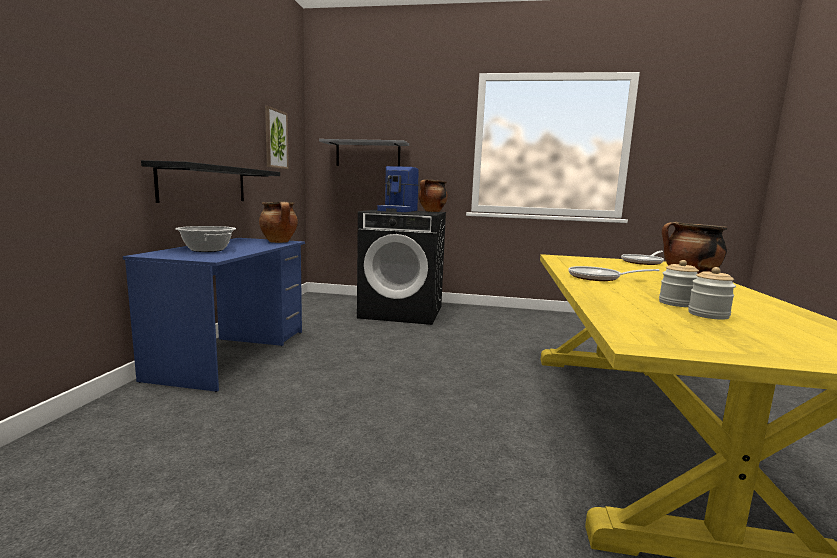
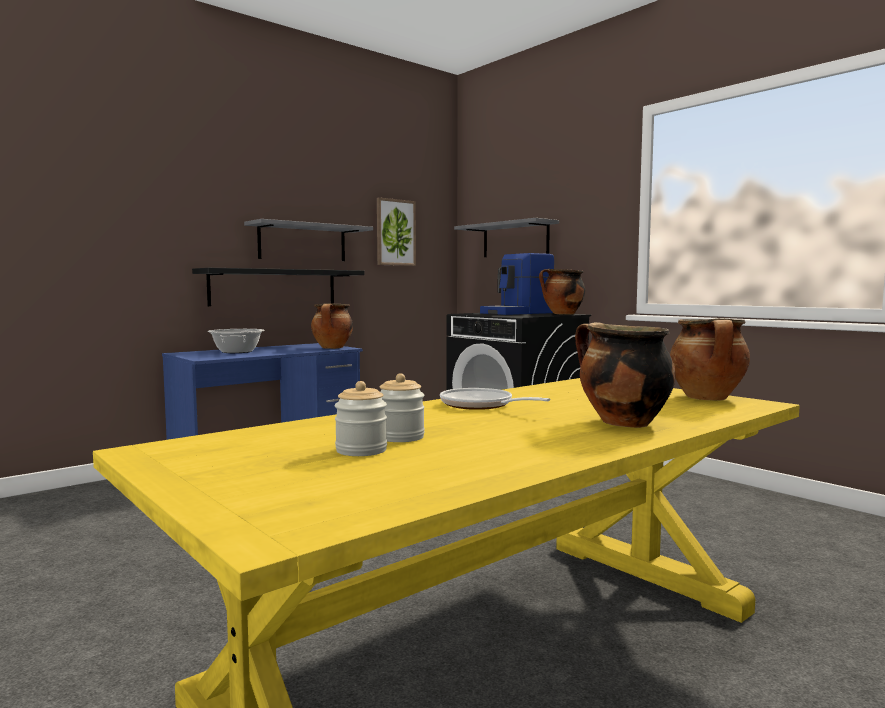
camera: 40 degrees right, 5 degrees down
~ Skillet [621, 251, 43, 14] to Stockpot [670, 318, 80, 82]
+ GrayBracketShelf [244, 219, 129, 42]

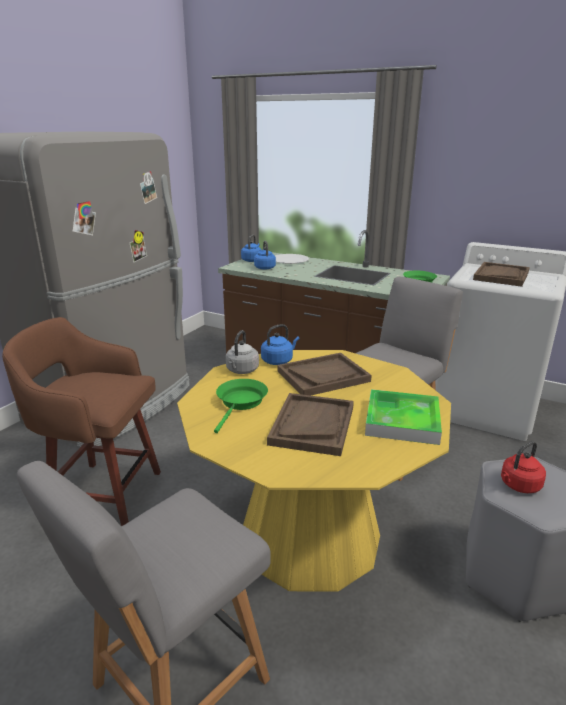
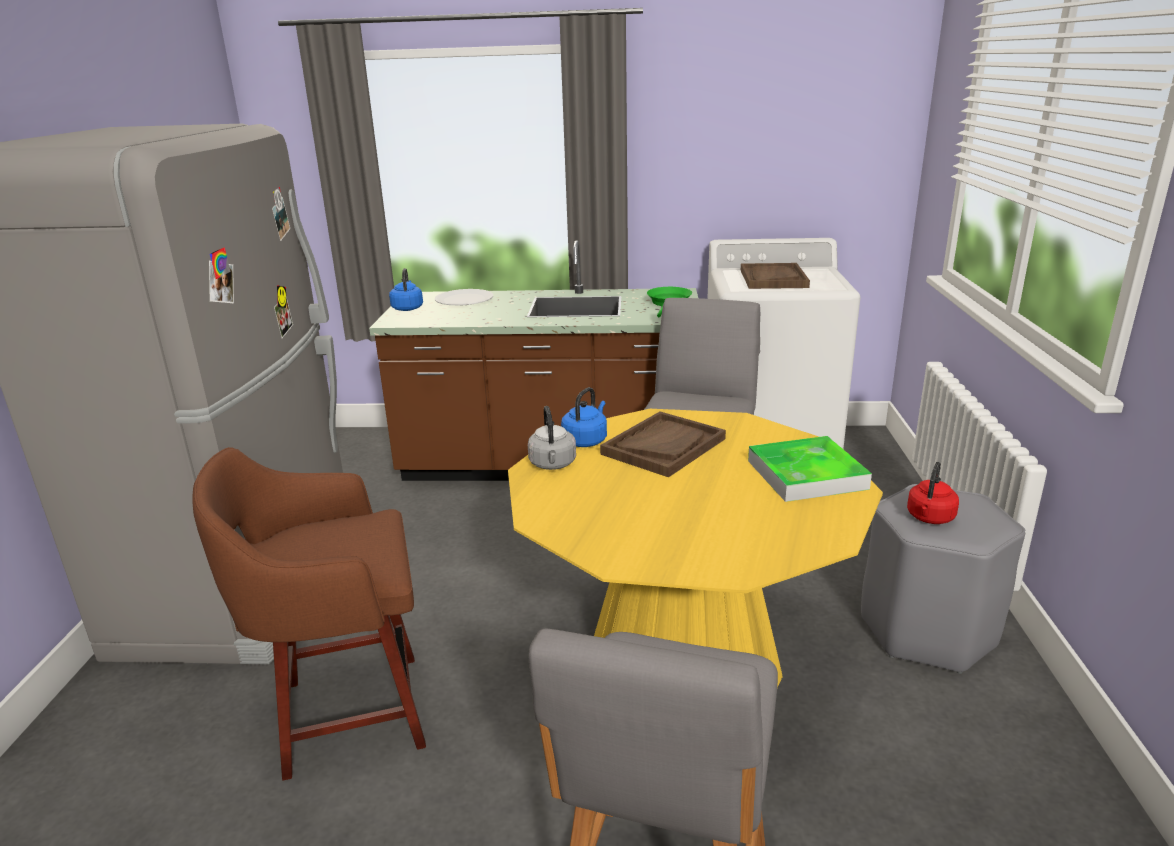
camera: 25 degrees left, 0 degrees up
- BlueTeaKettle [254, 241, 22, 29]
- GreenColouredSkillet [214, 379, 54, 54]
- BrownishTray [267, 393, 87, 63]

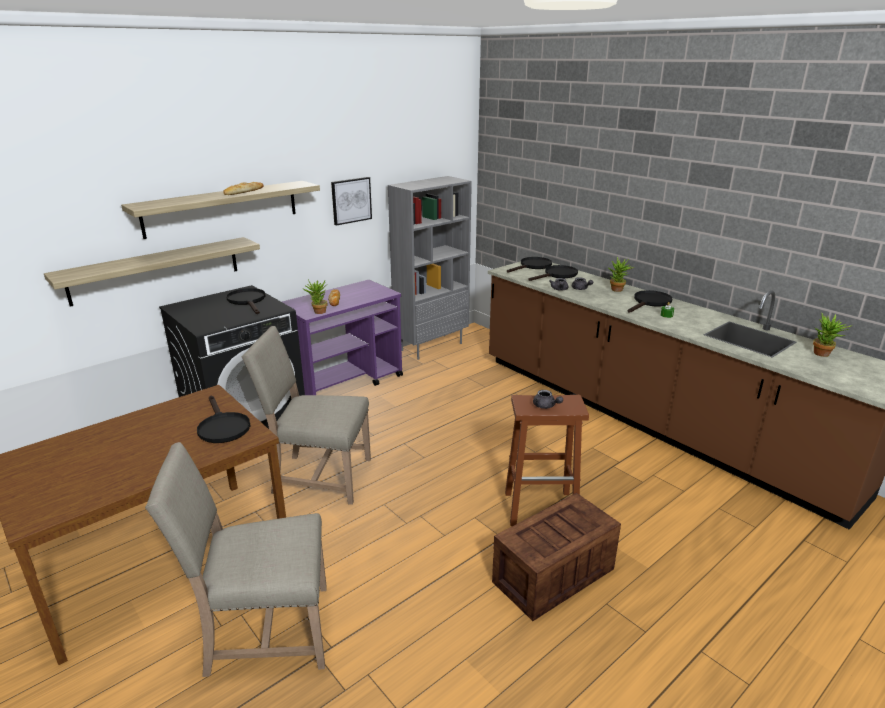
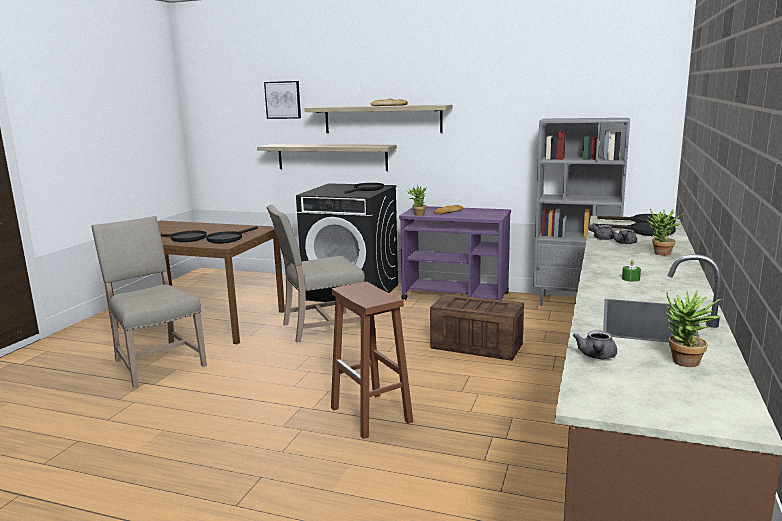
camera: 60 degrees right, 10 degrees down
~ Picture [331, 177, 41, 49] to [264, 81, 37, 38]
~ BlackSkillet [628, 290, 44, 23] to [161, 230, 46, 12]
~ BeigePlainChair [242, 326, 129, 179] = [267, 205, 98, 138] 90 degrees counterclockwise
~ GrayTeapot [533, 390, 30, 19] to [573, 330, 44, 29]
~ ShippingCrate [492, 493, 129, 128] to [430, 294, 94, 67]

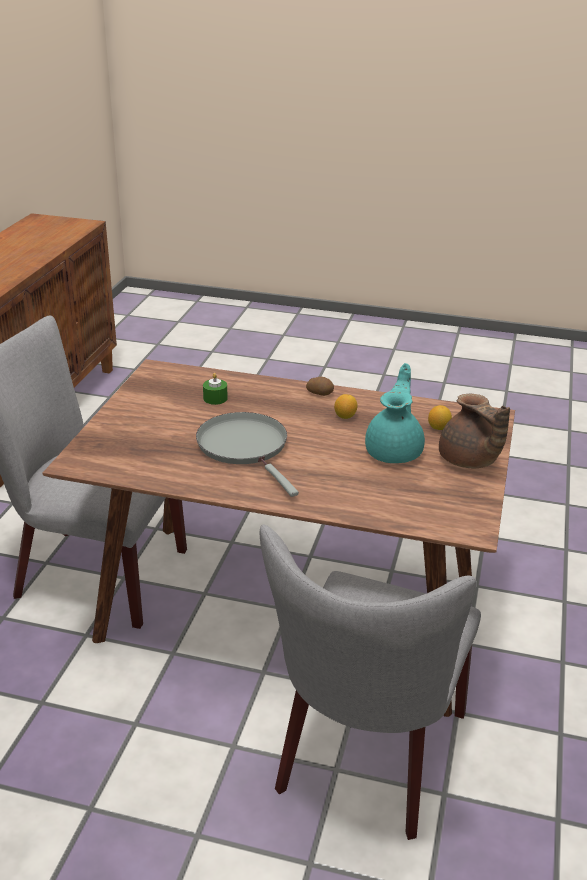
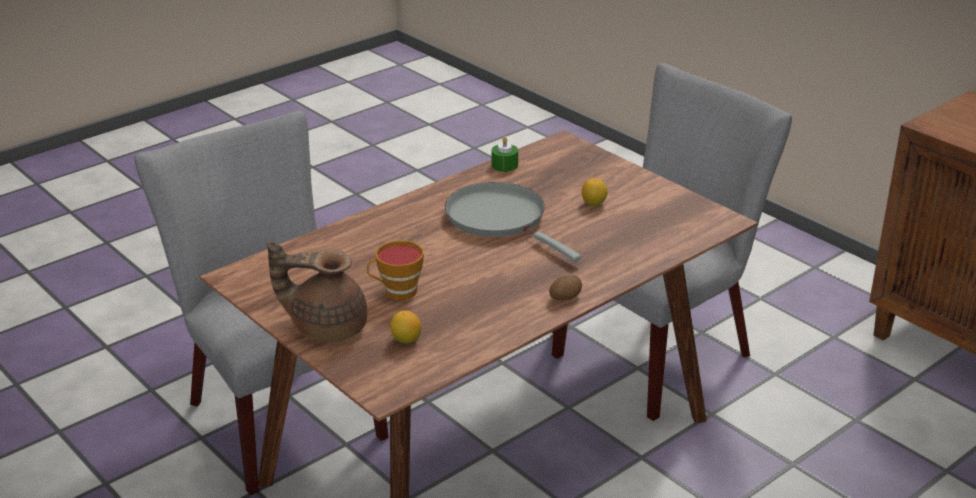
camera: 125 degrees right, 0 degrees up
~ BlueGreenTeapot [365, 363, 60, 100] to Cup [367, 240, 57, 60]
~ GreenColouredCandle [203, 373, 25, 32] to [491, 137, 27, 35]
~ Lemon [334, 394, 23, 25] to [582, 178, 26, 28]
~ GraySkillet [196, 412, 103, 85] = [445, 182, 136, 80] 135 degrees counterclockwise

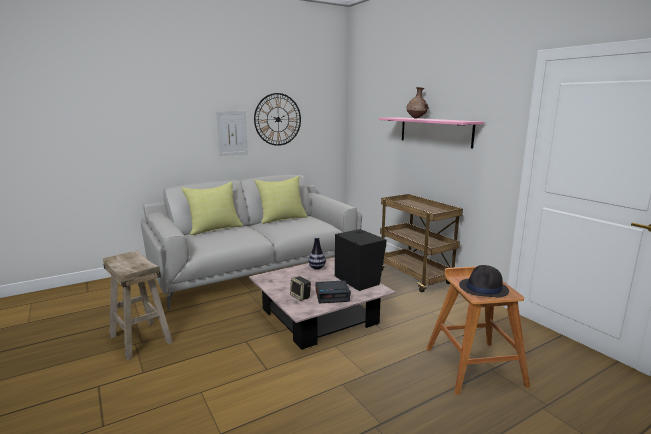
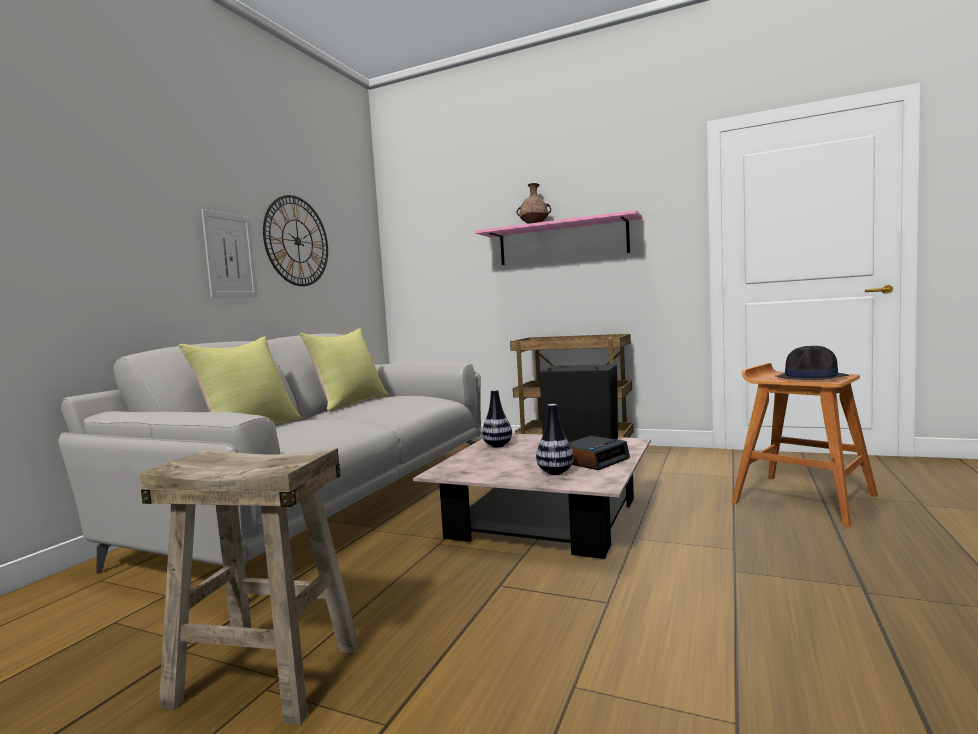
camera: 35 degrees left, 10 degrees down
~ Loudspeaker [290, 276, 21, 25] to FlowerVase [536, 404, 38, 71]

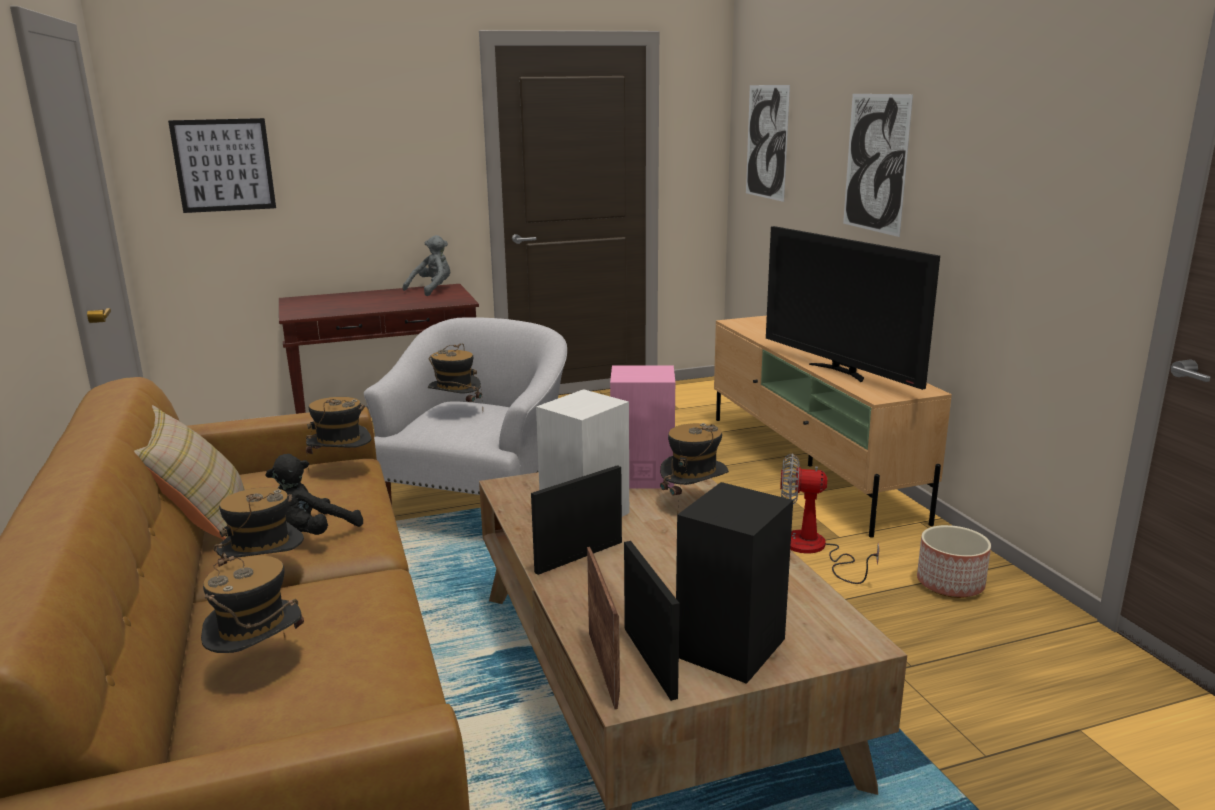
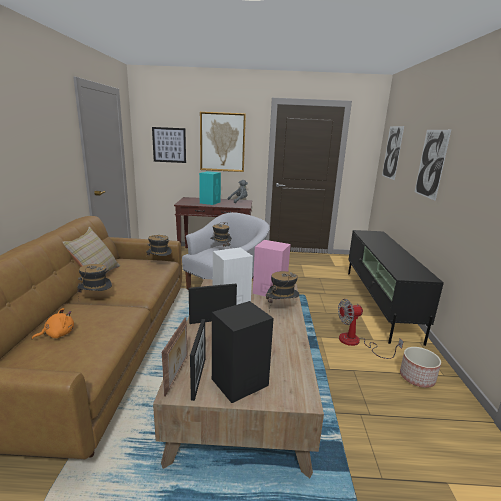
camera: 20 degrees right, 0 degrees up
- Tv [766, 226, 174, 164]
~ BeigeTvStand [714, 315, 238, 222] to BlackTvStand [348, 230, 96, 116]
~ CoolingFan [780, 453, 99, 131] = [338, 299, 65, 60] 45 degrees counterclockwise
- BlackSoftToy [265, 454, 98, 81]
~ WearableHat [201, 553, 103, 100] to OrangeySoftToy [32, 308, 42, 32]
+ Picture [200, 112, 46, 60]
+ BlueGreenLoudspeaker [199, 171, 22, 34]

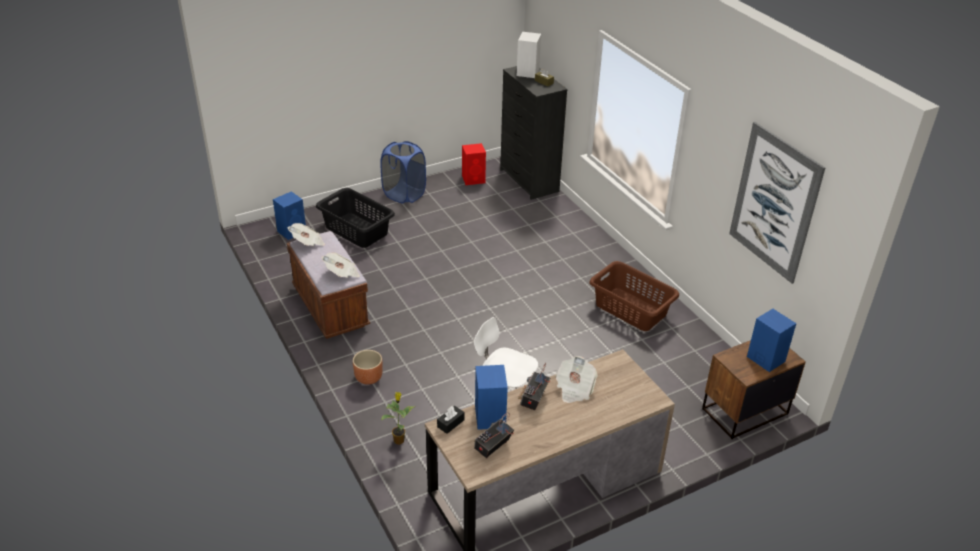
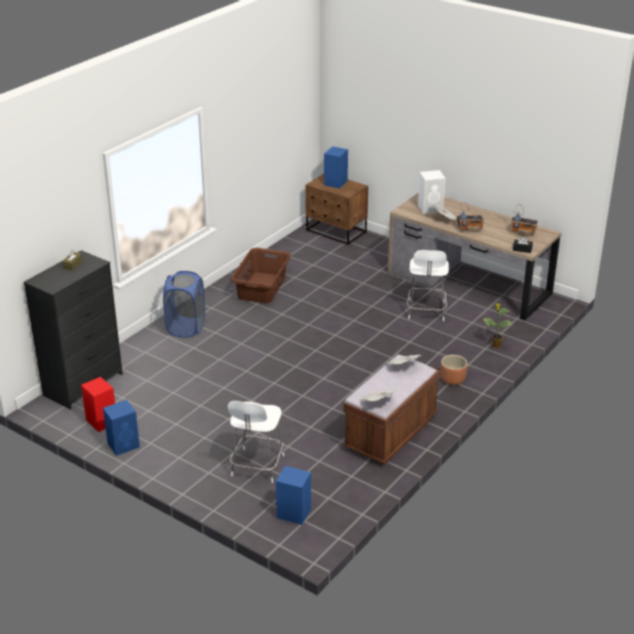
camera: 115 degrees left, 5 degrees down
~ WhiteColouredLoudspeaker [517, 32, 24, 46] to [418, 170, 27, 44]
- Picture [729, 122, 96, 162]
~ BlueWashingBasket [380, 141, 46, 62] to [163, 271, 42, 67]
~ BlackWashingBasket [316, 188, 79, 60] to WhiteColouredStoolSeat [228, 401, 56, 82]
~ BlueLoudspeaker [475, 365, 33, 65] to [103, 400, 37, 56]

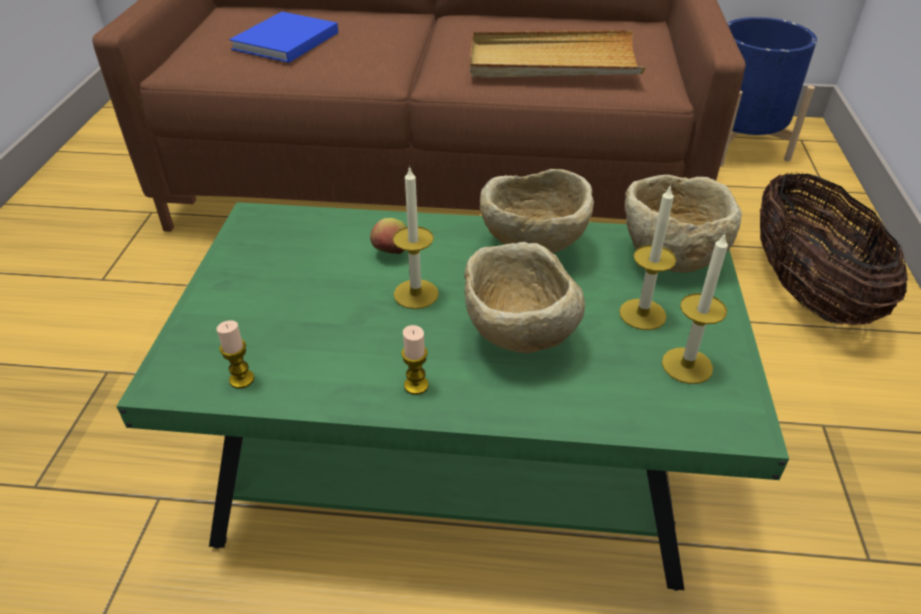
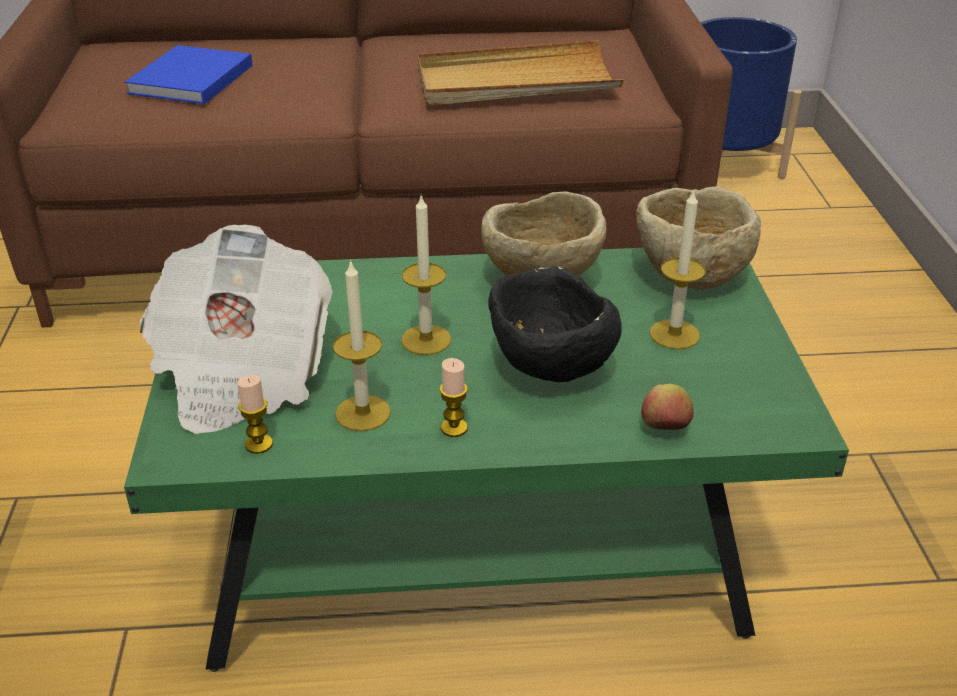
camera: 10 degrees left, 5 degrees down
- HouseholdBasket [760, 172, 148, 153]
~ WholeApple [370, 218, 36, 36] to [641, 384, 53, 46]
~ Candle [662, 233, 66, 151] to [333, 259, 58, 172]
~ BeigeBowl [464, 242, 121, 111] to BlackBowl [488, 267, 134, 115]
+ PrintedPaper [140, 224, 193, 210]

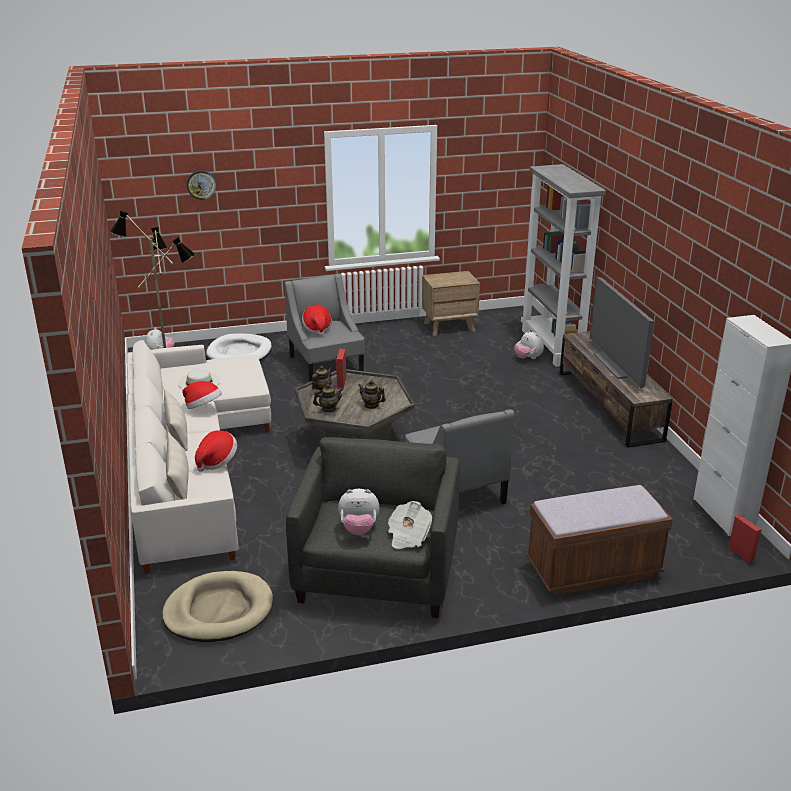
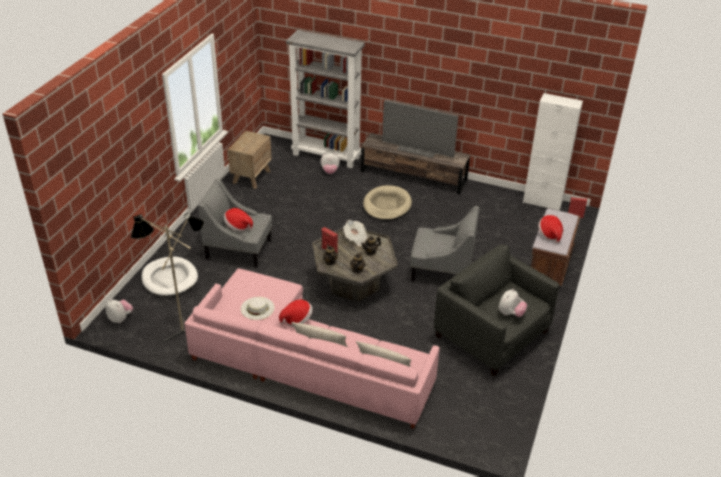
camera: 55 degrees left, 10 degrees up
- HangingClock [187, 171, 29, 29]
~ WhiteColouredCouch [127, 340, 144, 234] to PinkColouredCouch [184, 269, 256, 160]
~ WearableHat [195, 430, 42, 42] to [538, 215, 25, 29]
~ PrintedPaper [388, 501, 44, 48] to [343, 220, 25, 26]
~ BeigeDogCushion [162, 571, 111, 71] to [363, 185, 49, 36]

